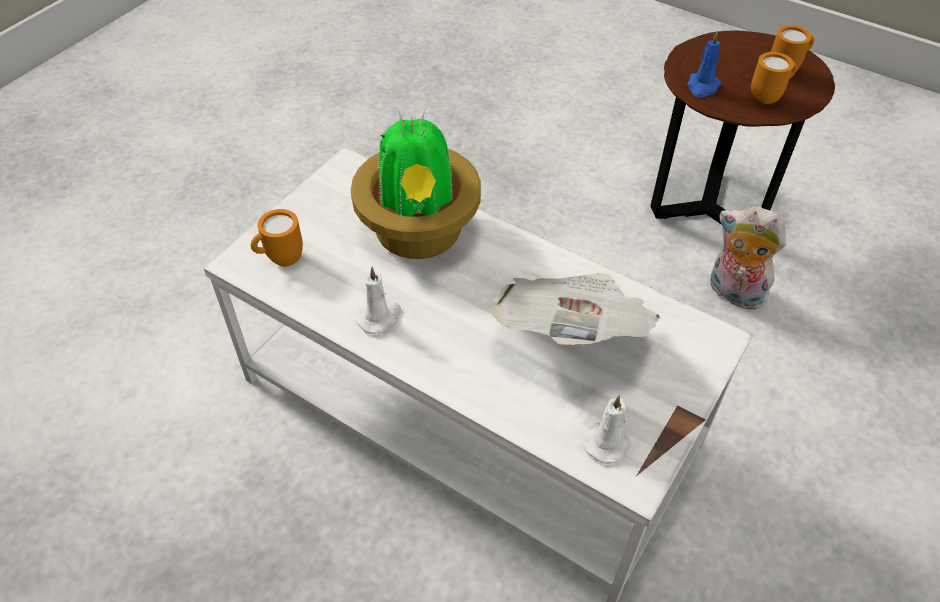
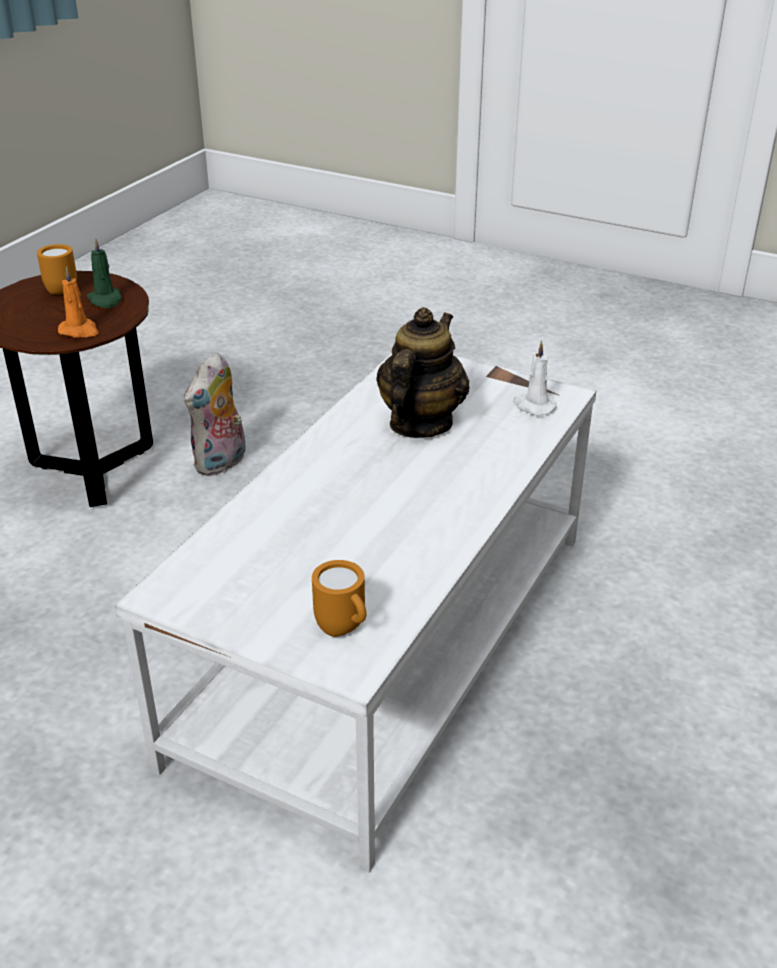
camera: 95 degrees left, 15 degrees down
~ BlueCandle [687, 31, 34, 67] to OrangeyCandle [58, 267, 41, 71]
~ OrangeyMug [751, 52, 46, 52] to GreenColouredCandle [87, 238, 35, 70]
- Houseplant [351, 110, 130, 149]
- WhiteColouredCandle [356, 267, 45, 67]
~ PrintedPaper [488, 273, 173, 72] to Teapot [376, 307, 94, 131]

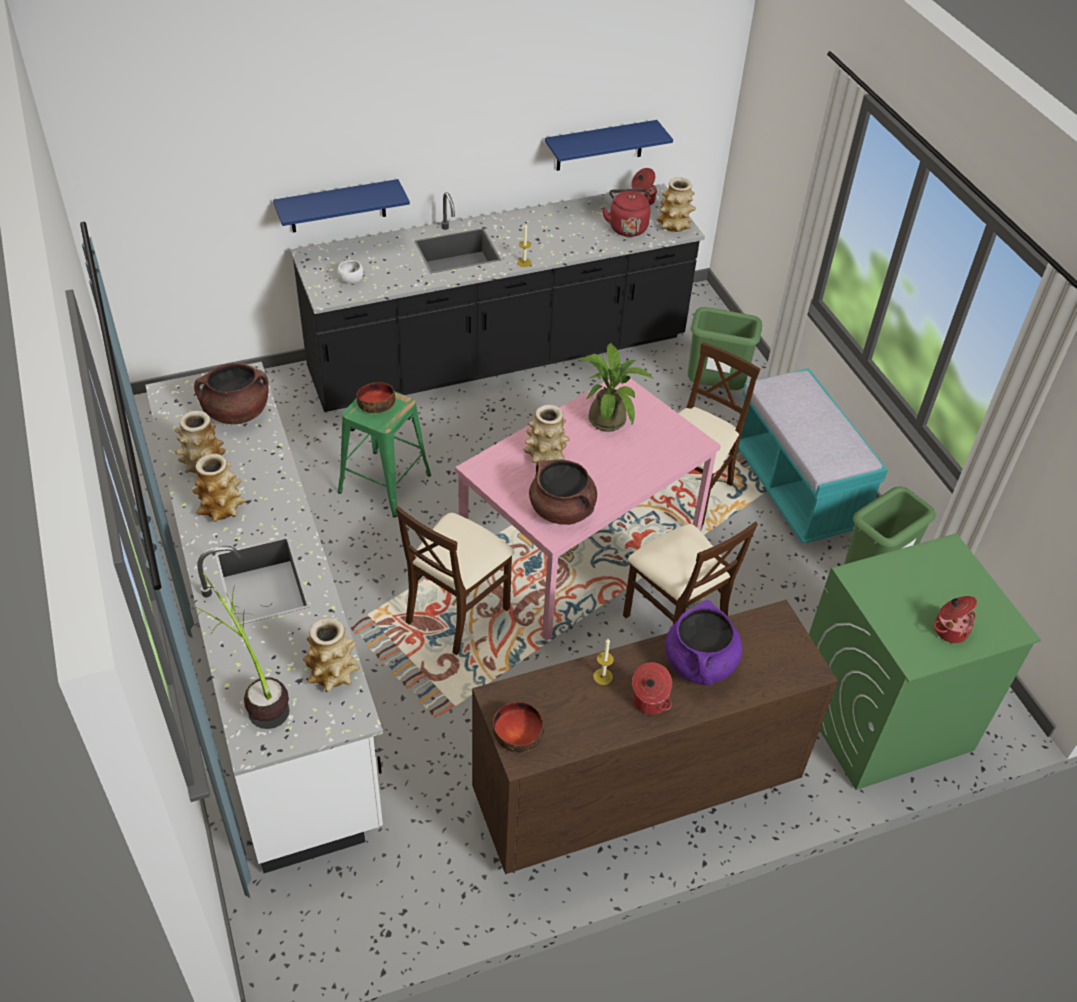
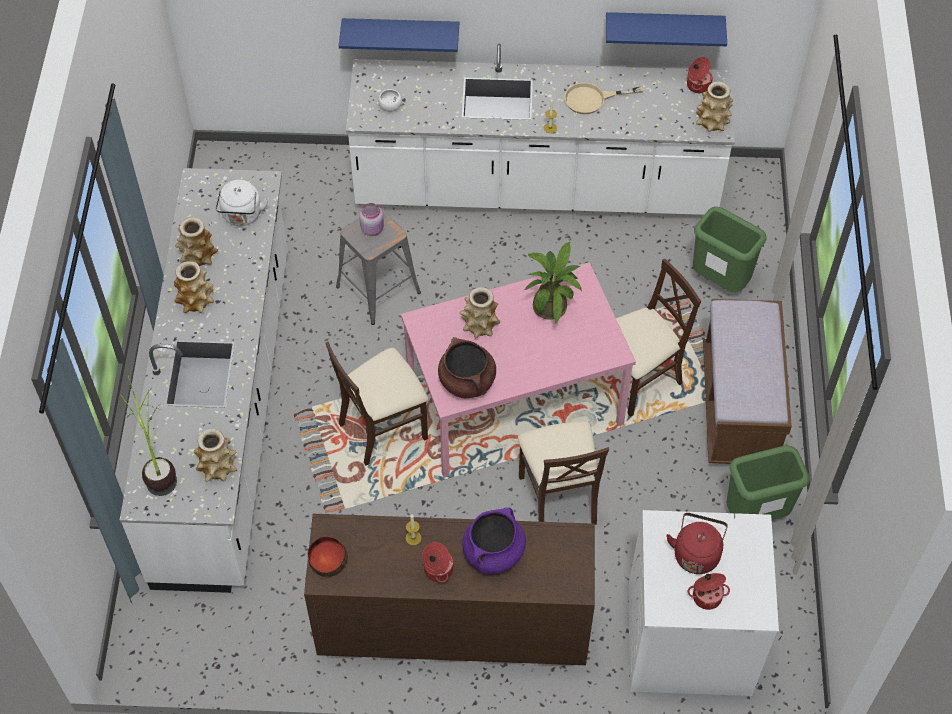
camera: 25 degrees right, 10 degrees up
~ BlackCounter [290, 184, 415, 228] to WhiteColouredCounter [346, 44, 389, 171]
~ RedColouredTeaKettle [602, 189, 49, 48] to [666, 513, 62, 61]
~ BrownishStockpot [194, 363, 75, 61] to WhiteColouredTeaKettle [216, 180, 52, 46]
~ BlueGreenBench [738, 368, 150, 176] to BrownishBench [703, 299, 89, 165]
~ Bowl [356, 382, 39, 31] to PinkColouredStorageJar [359, 203, 25, 33]
~ GreenColouredStoolSeat [338, 391, 93, 126] to GrayStoolSeat [336, 208, 85, 117]
~ GreenColouredWashingMachine [809, 533, 232, 257] to WhiteColouredWashingMachine [629, 510, 150, 186]
+ BeigeSkillet [564, 82, 79, 32]

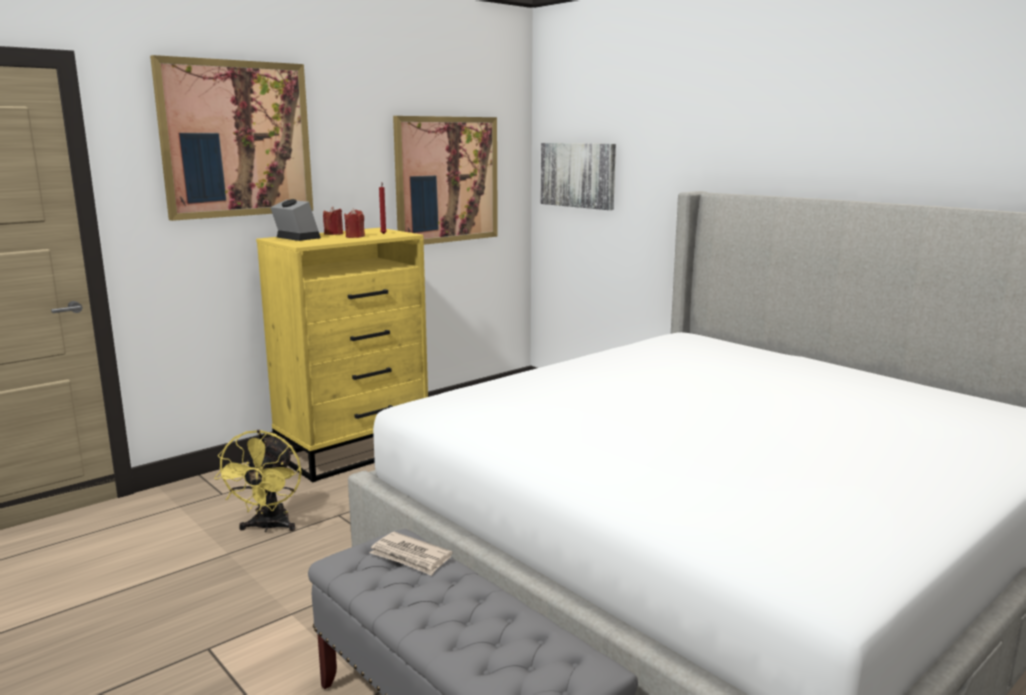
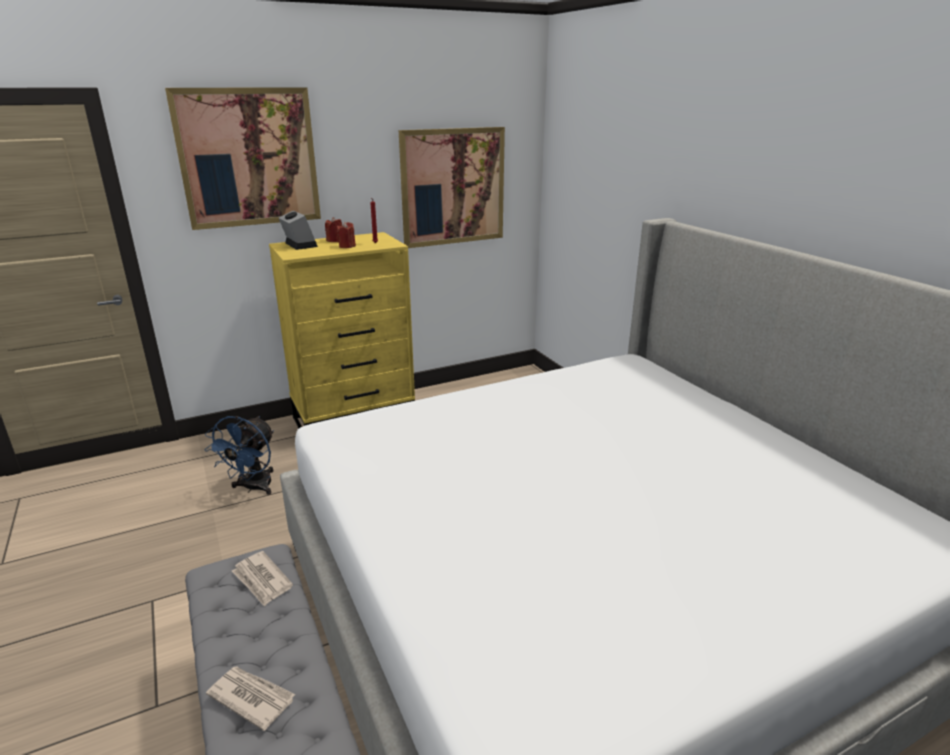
camera: 15 degrees right, 10 degrees up
- Picture [541, 143, 75, 67]
~ YellowCoolingFan [214, 430, 88, 102] to BlueCoolingFan [205, 416, 69, 79]
+ PrintedPaper [206, 666, 89, 65]

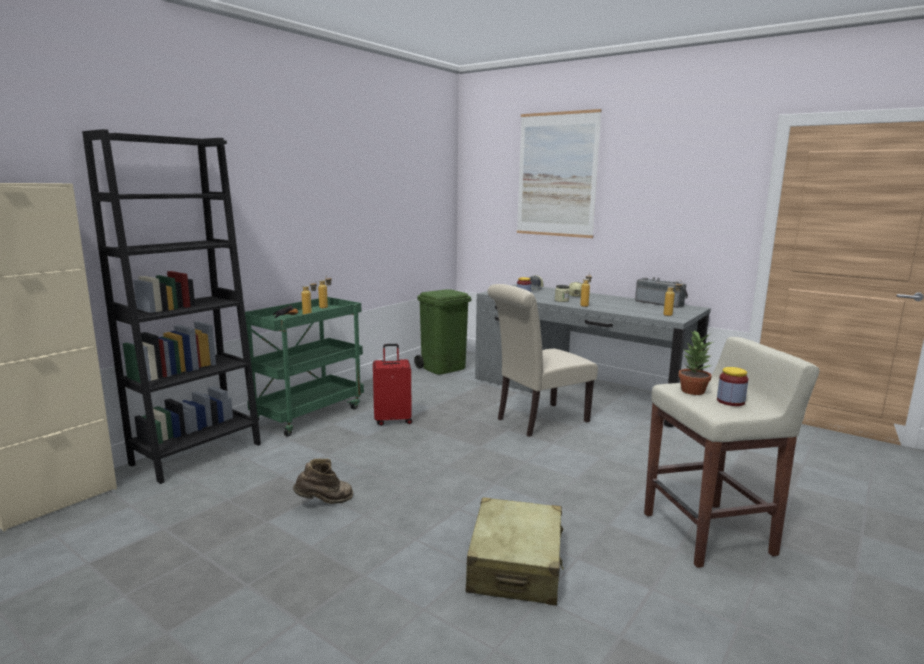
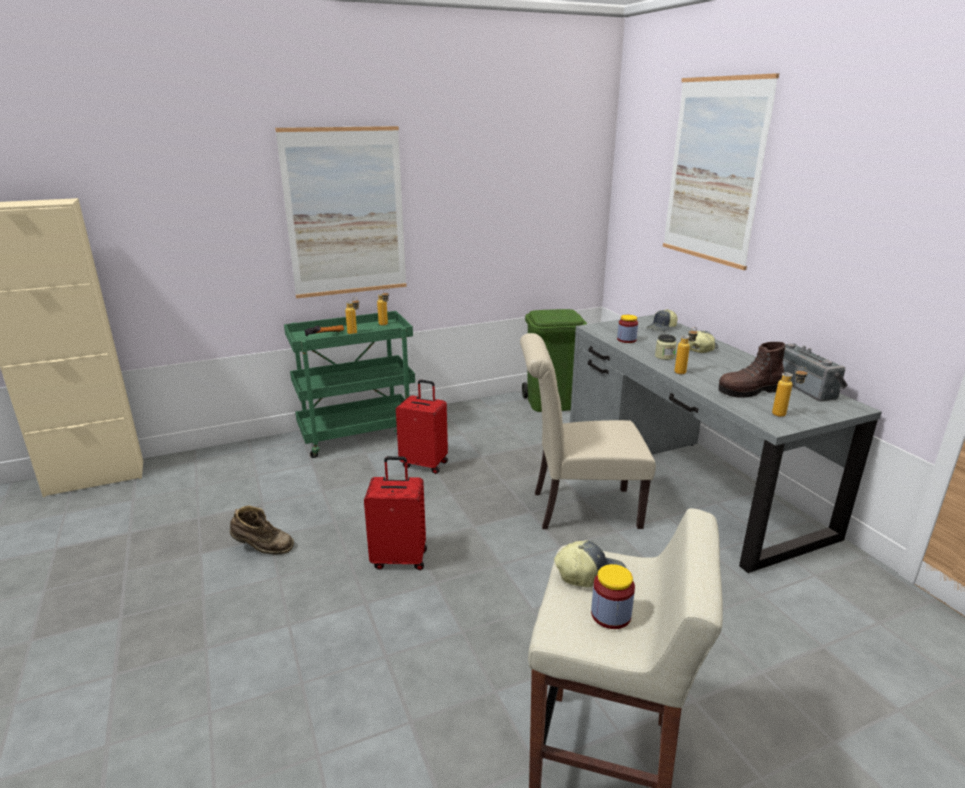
camera: 30 degrees right, 10 degrees up
- BlackShelvingUnit [82, 129, 179, 355]
~ Houseplant [678, 330, 35, 65] to PeakedCap [554, 540, 73, 47]
- BeigeTravelCase [466, 497, 98, 108]
+ Picture [275, 126, 132, 172]
+ BrownishTallBoot [719, 342, 66, 56]
+ RedColouredTravelCase [364, 456, 63, 114]

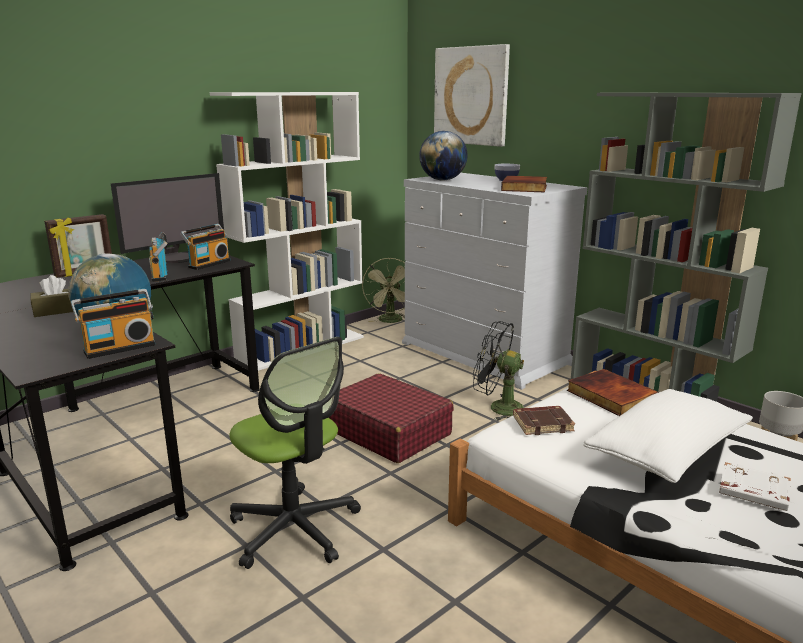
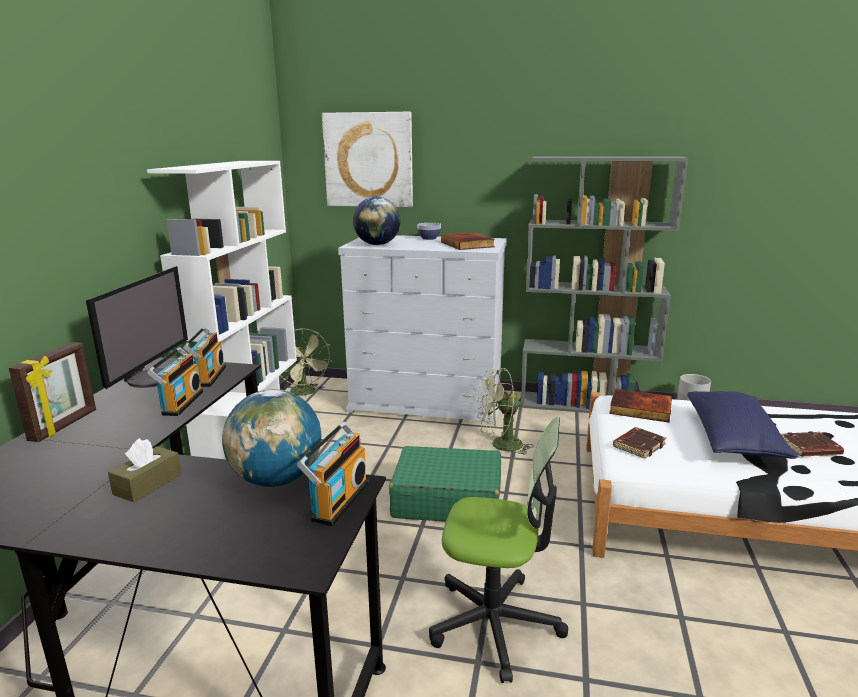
camera: 35 degrees left, 0 degrees up
~ Radio [149, 232, 19, 50] = [147, 347, 56, 69] 120 degrees counterclockwise
~ BlackCoolingFan [473, 321, 51, 100] to GreenColouredCoolingFan [477, 368, 55, 89]
~ RedColouredTravelCase [329, 373, 125, 90] to GreenColouredTravelCase [389, 446, 112, 76]
~ WhiteColouredCushion [583, 389, 170, 94] to BlueCushion [687, 391, 111, 68]
~ WhiteColouredVolume [719, 462, 72, 49] to BrownishVolume [781, 431, 63, 25]

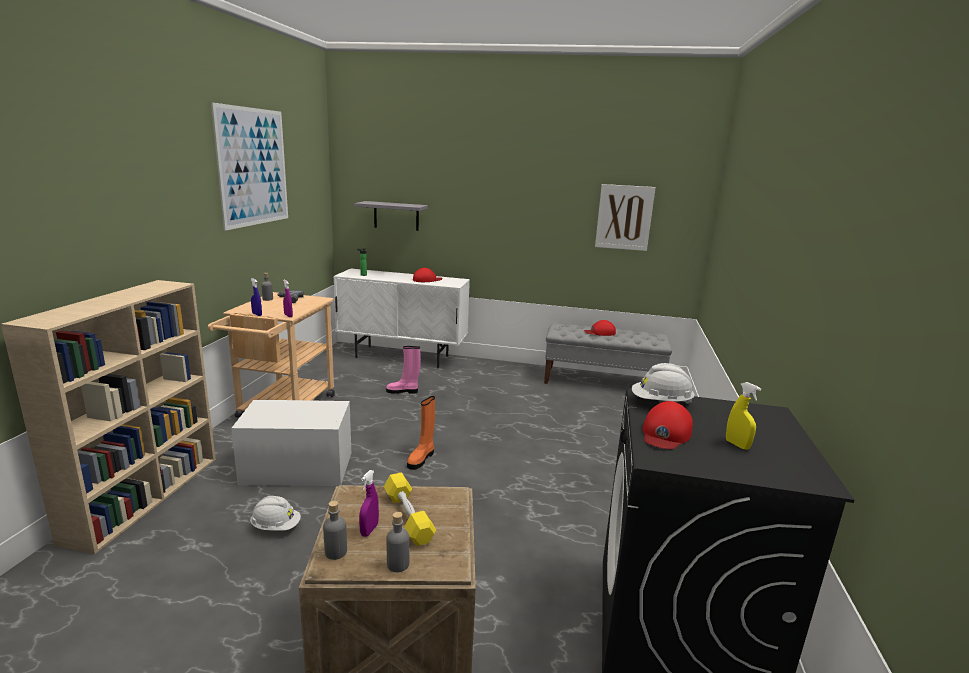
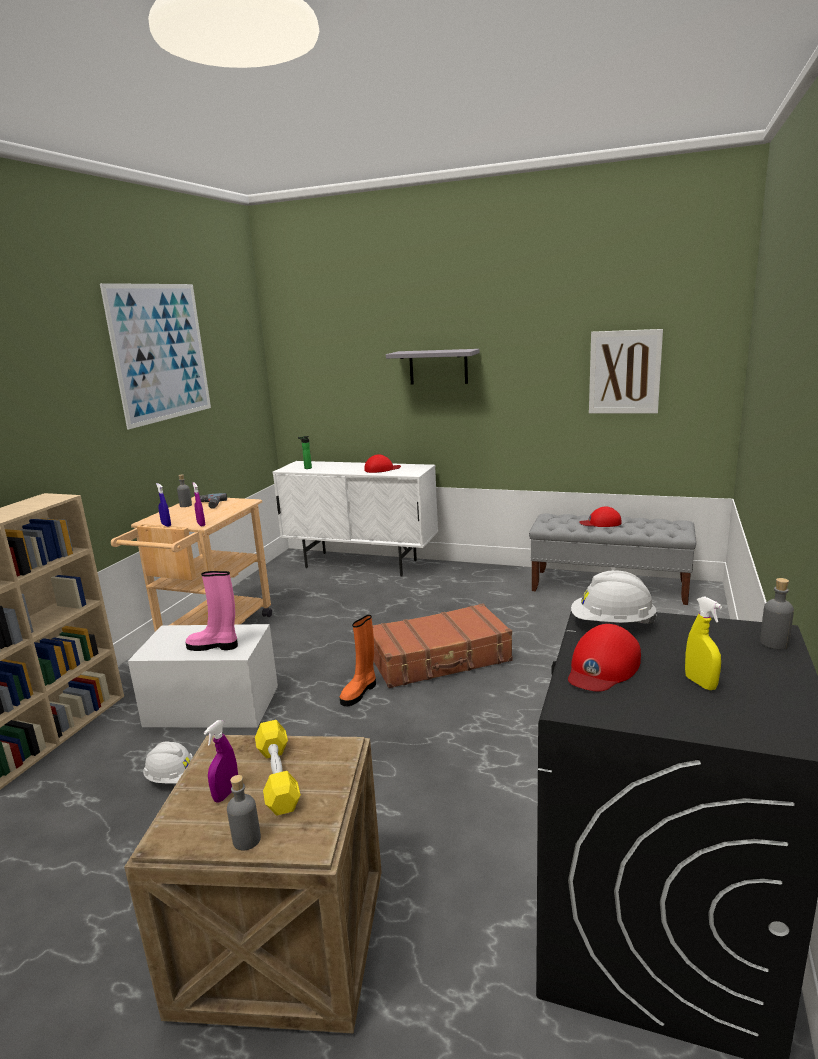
camera: 10 degrees right, 0 degrees up
~ GrayBracketShelf [354, 201, 74, 30] to [386, 349, 94, 36]
~ PinkColouredTallBoot [386, 346, 35, 48] to [185, 571, 53, 80]
~ GrayBottle [323, 501, 24, 59] to [760, 578, 34, 71]
+ BrownishTravelCase [373, 603, 139, 85]

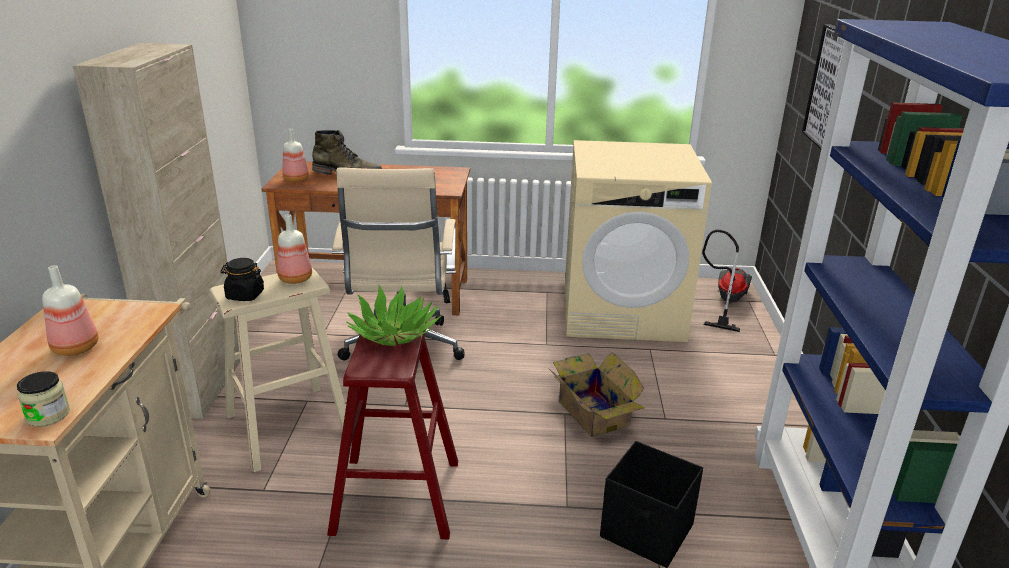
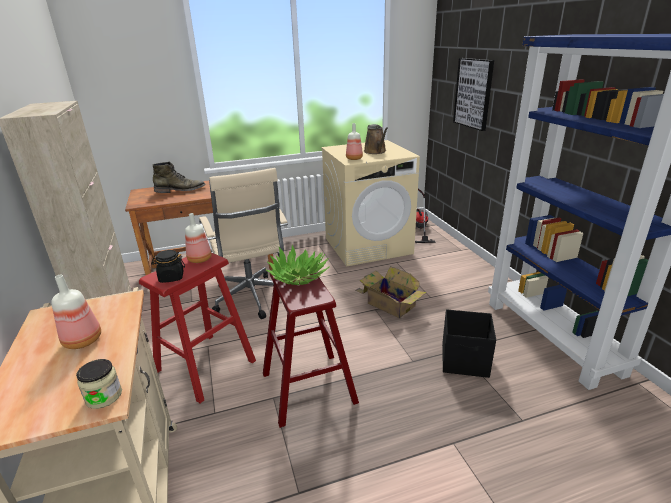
camera: 20 degrees left, 0 degrees up
~ Bottle [283, 129, 26, 53] to [346, 123, 17, 37]
~ BeigeStoolSeat [209, 268, 137, 205] to RedColouredStoolSeat [139, 253, 117, 150]
+ BrownishWateringPot [364, 124, 24, 30]

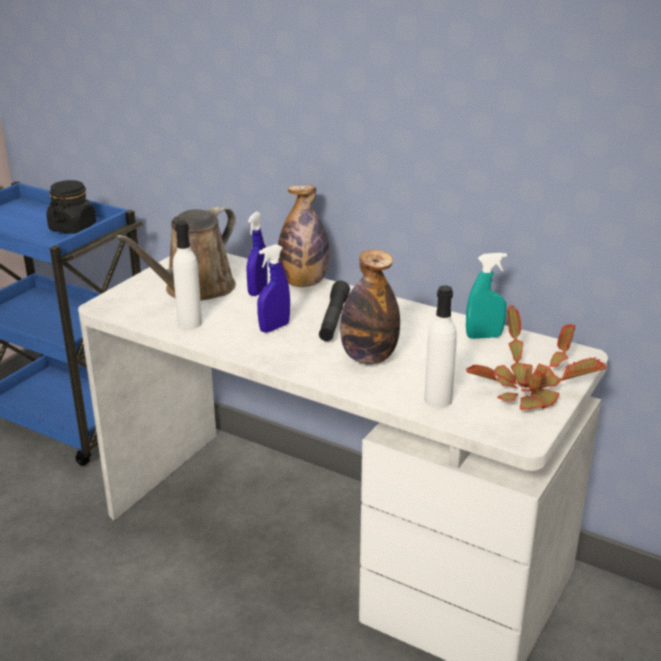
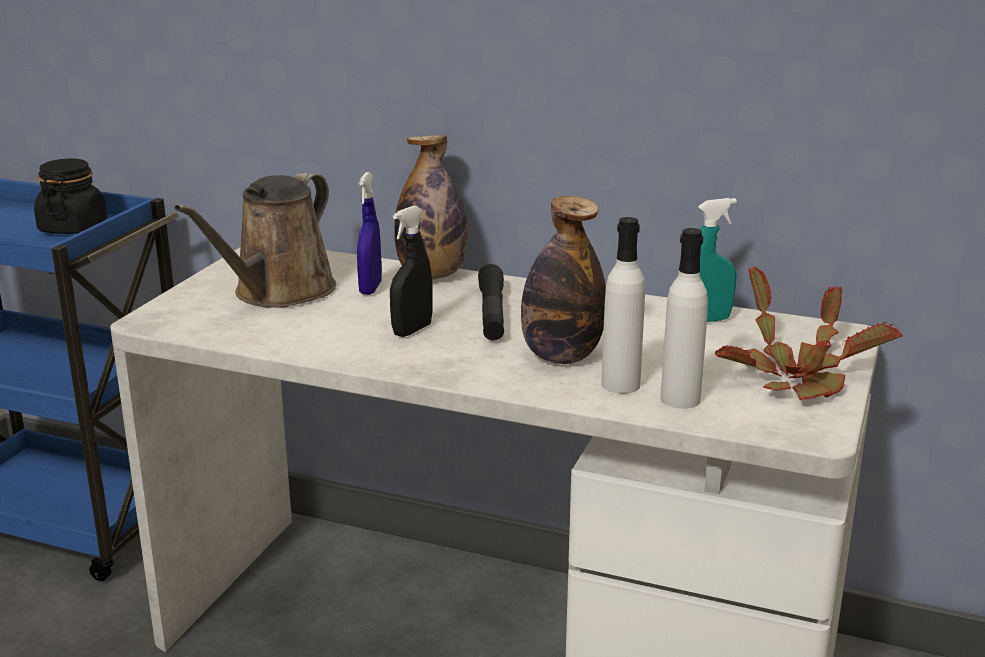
camera: 10 degrees left, 5 degrees down
~ WhiteColouredBottle [173, 221, 29, 108] to [601, 217, 44, 177]
~ BlueSprayer [257, 244, 33, 89] to BlackSprayer [390, 206, 43, 131]

